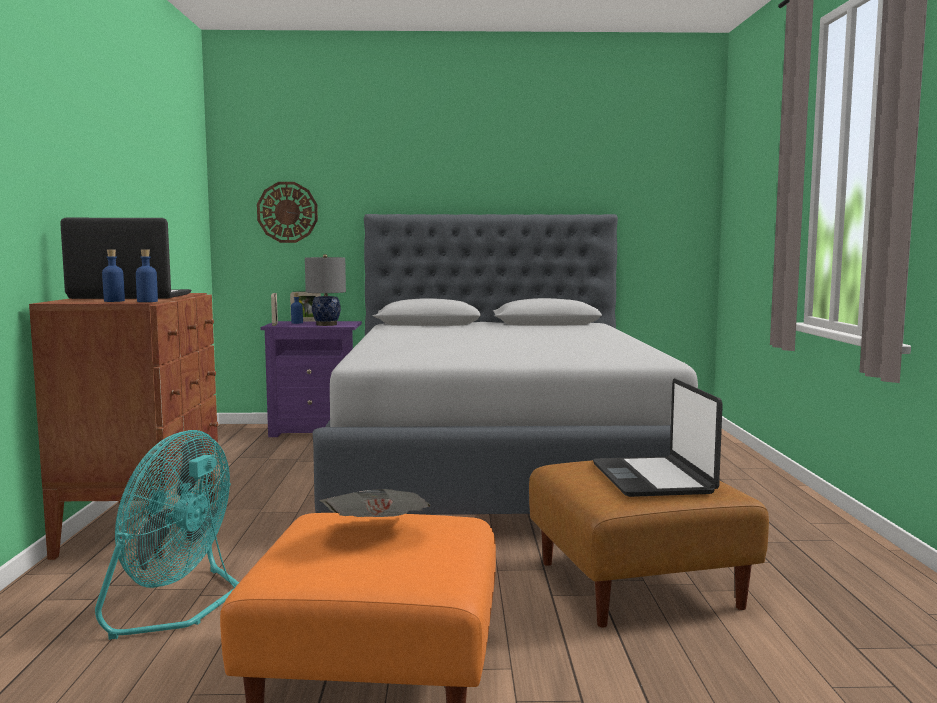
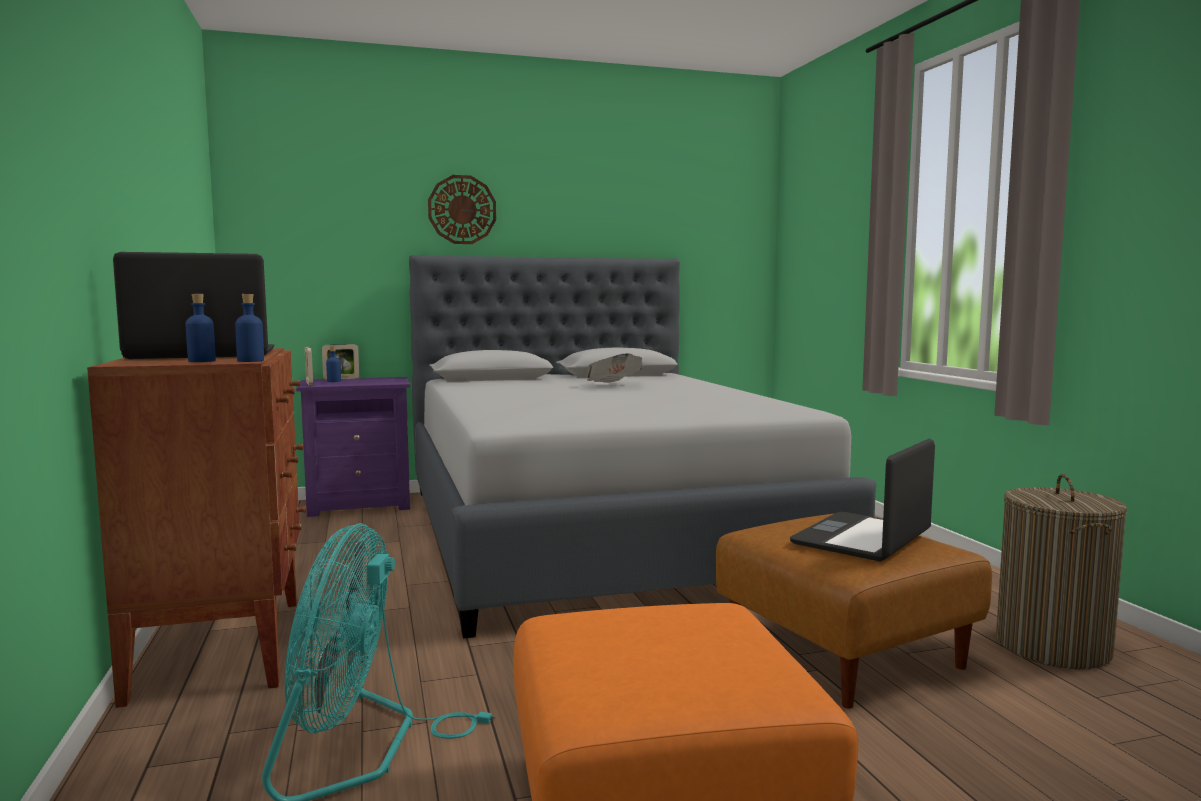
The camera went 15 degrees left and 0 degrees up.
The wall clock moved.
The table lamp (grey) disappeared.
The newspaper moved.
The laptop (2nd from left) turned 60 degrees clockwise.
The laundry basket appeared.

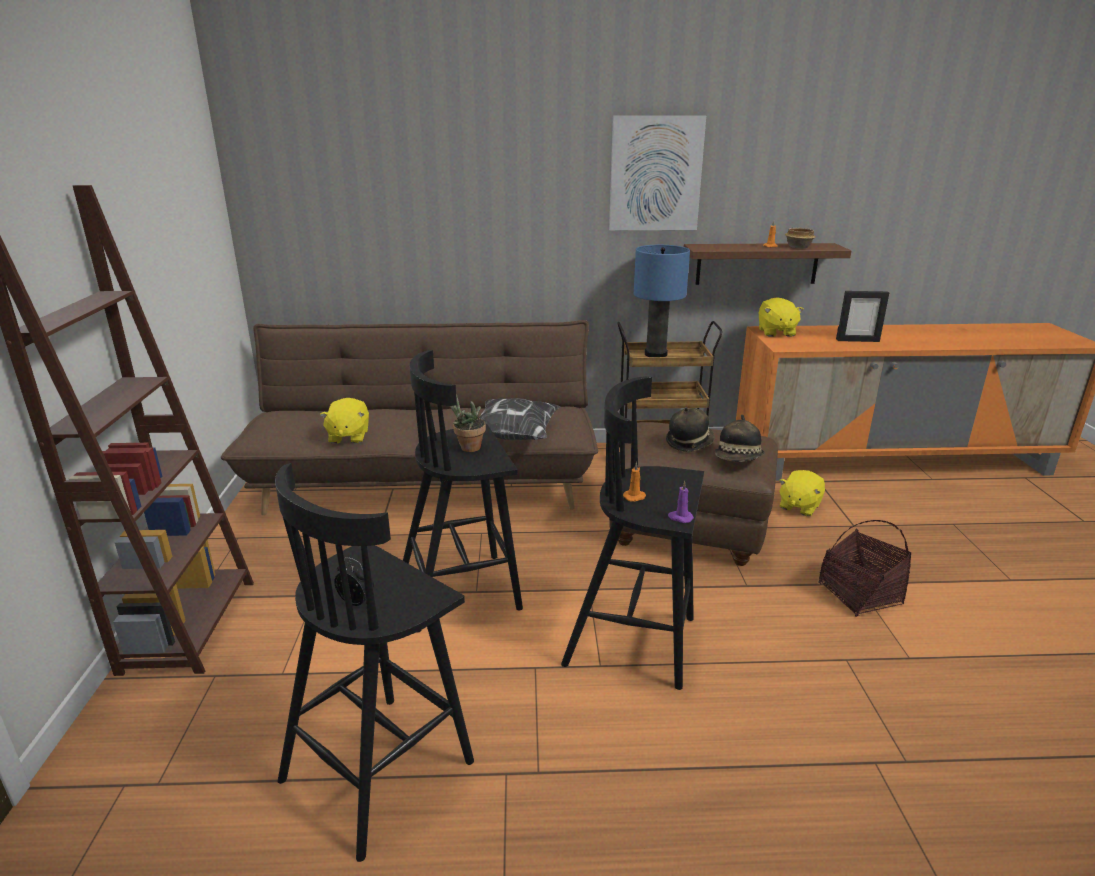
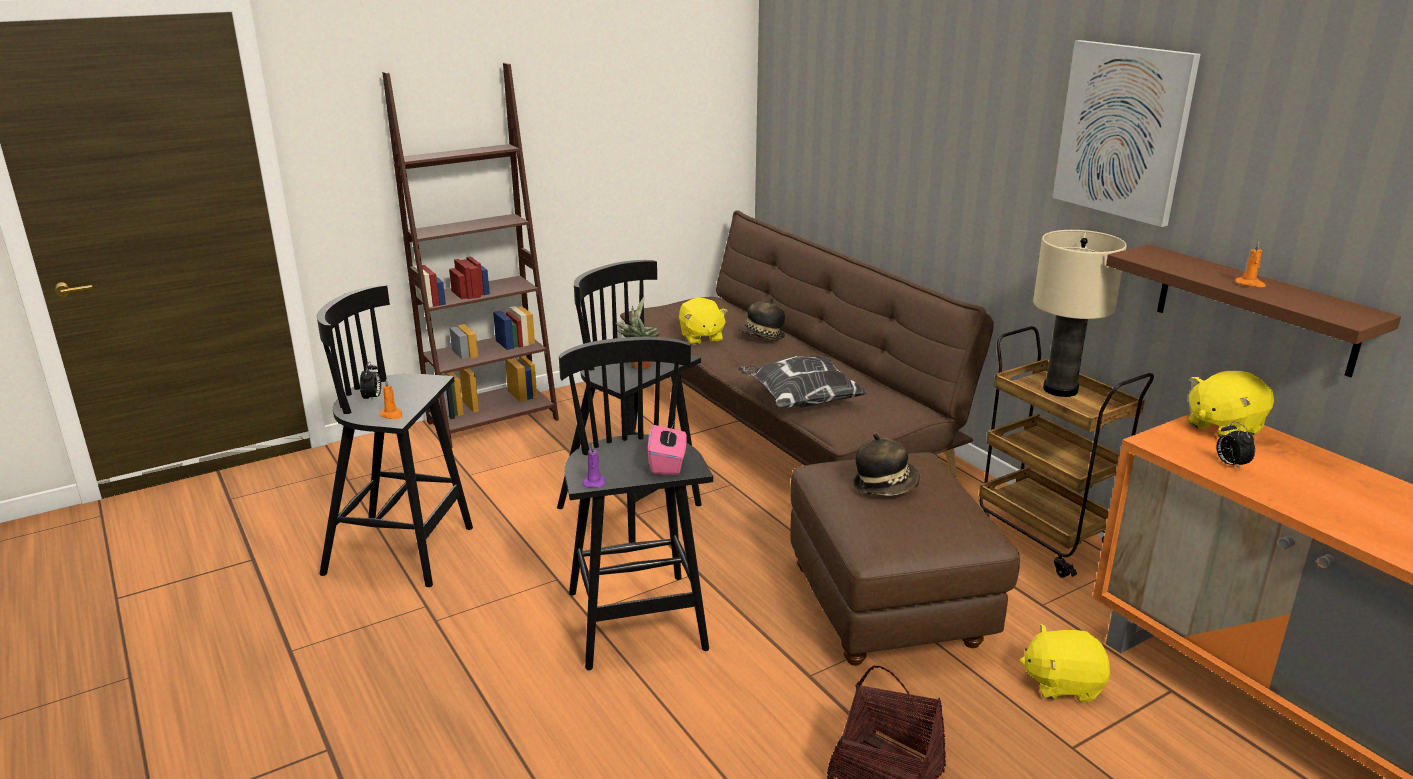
The camera went 60 degrees right and 0 degrees up.
The plush toy (yellow) (1st from left) turned 75 degrees counterclockwise.
The candle (orange) (1st from left) moved.
The table lamp (blue) became the table lamp (beige).
The hat (2nd from left in the first image) moved.
The bowl disappeared.
The picture frame disappeared.
The tissue box (pink) appeared.
The alarm clock (2nd from left) appeared.

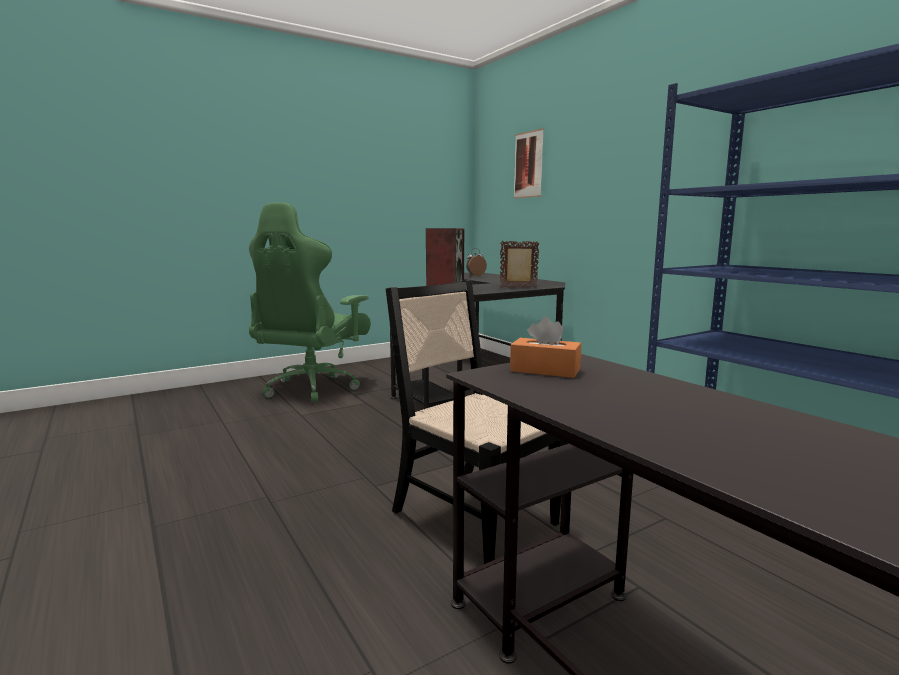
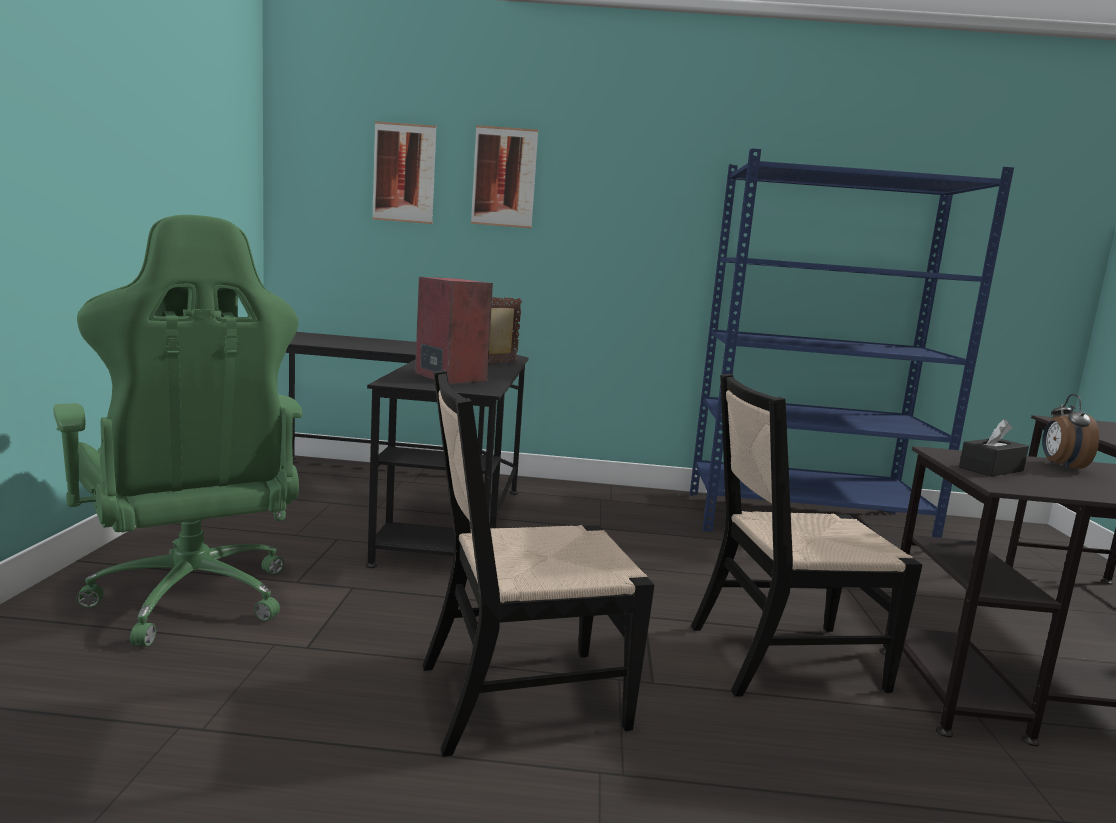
The camera went 55 degrees left and 0 degrees up.
The alarm clock moved.
The tissue box (orange) became the tissue box (black).
The chair (1st from left) appeared.
The picture (2nd from left) appeared.

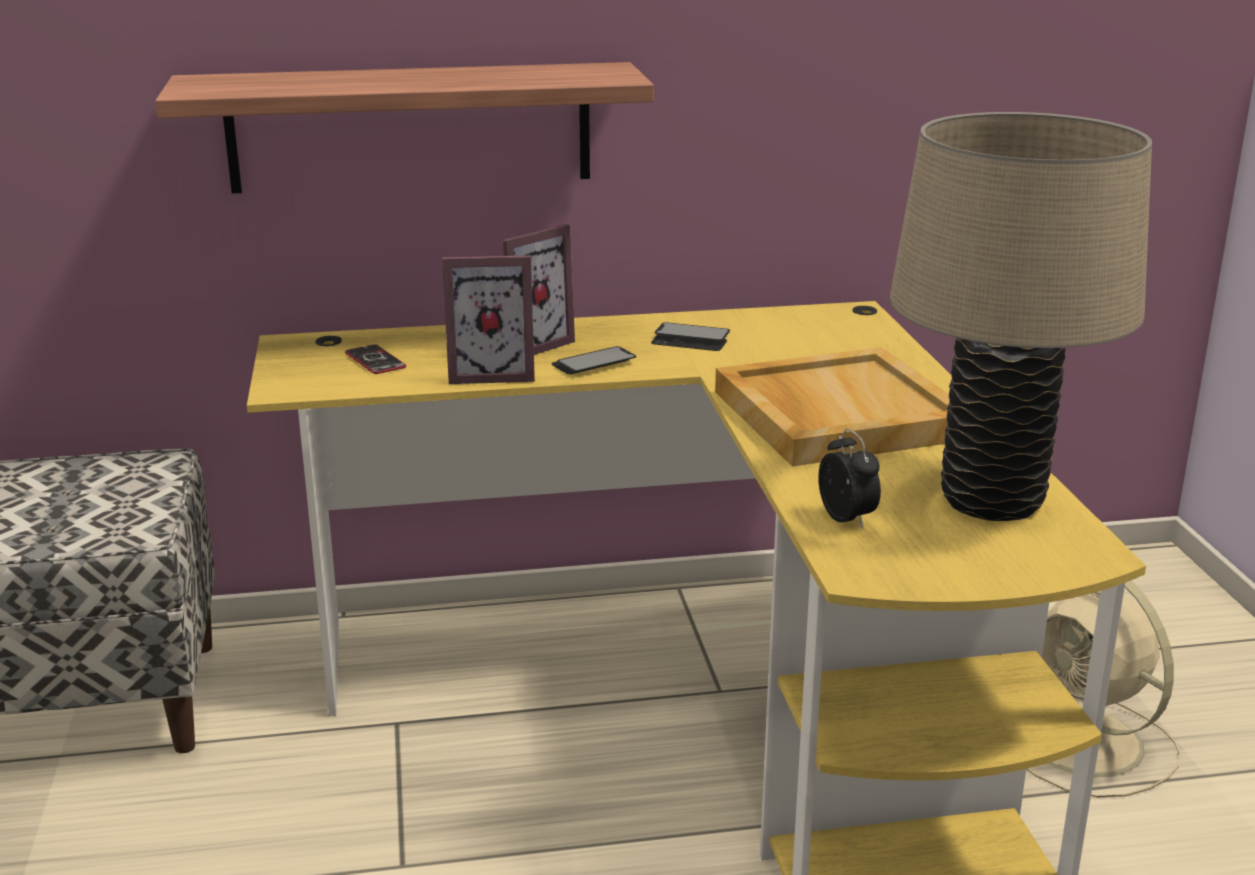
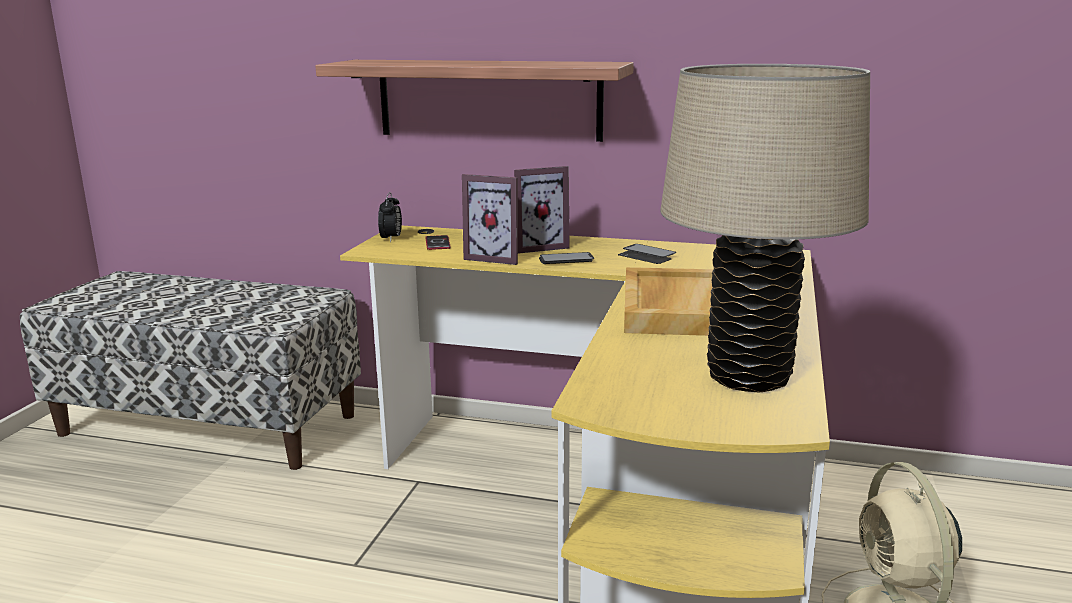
The camera went 25 degrees right and 5 degrees down.
The alarm clock moved.

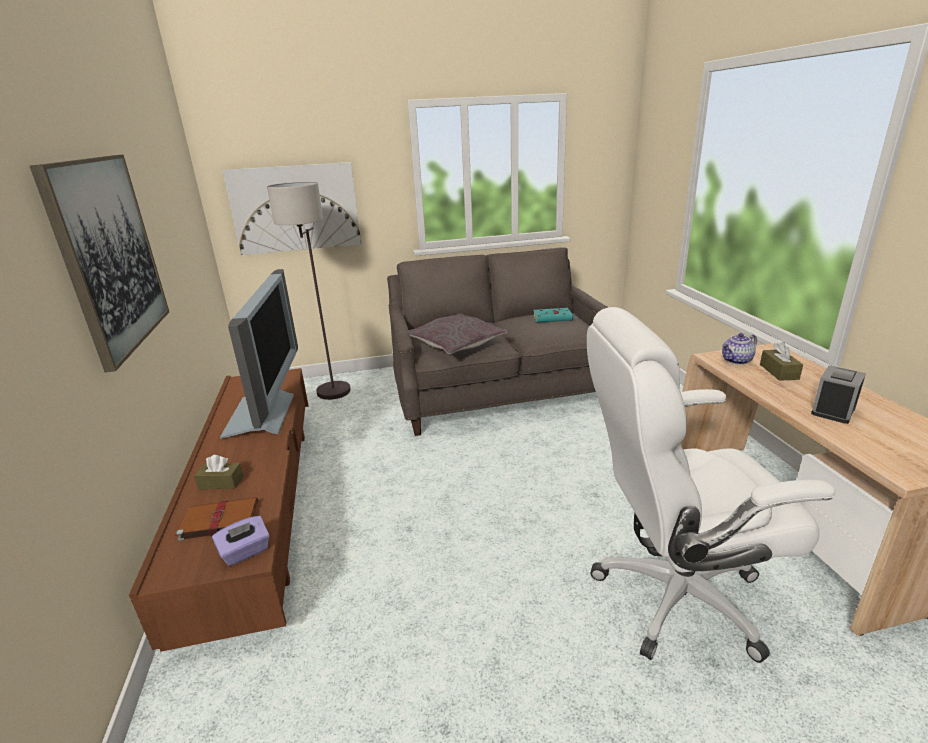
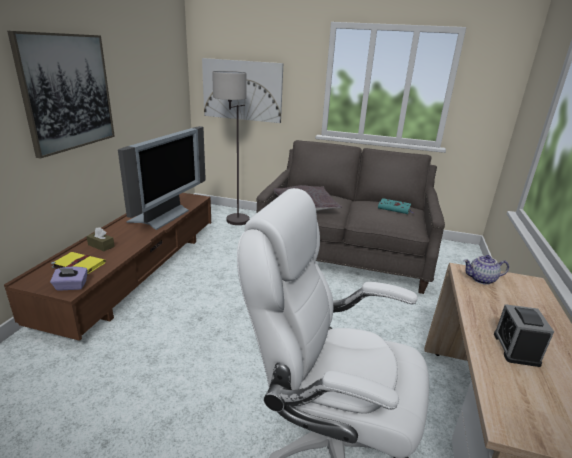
The camera went 25 degrees right and 0 degrees up.
The book (brown) became the book (yellow).
The tissue box (brown) (2nd from left) disappeared.
The alarm clock turned 60 degrees counterclockwise.

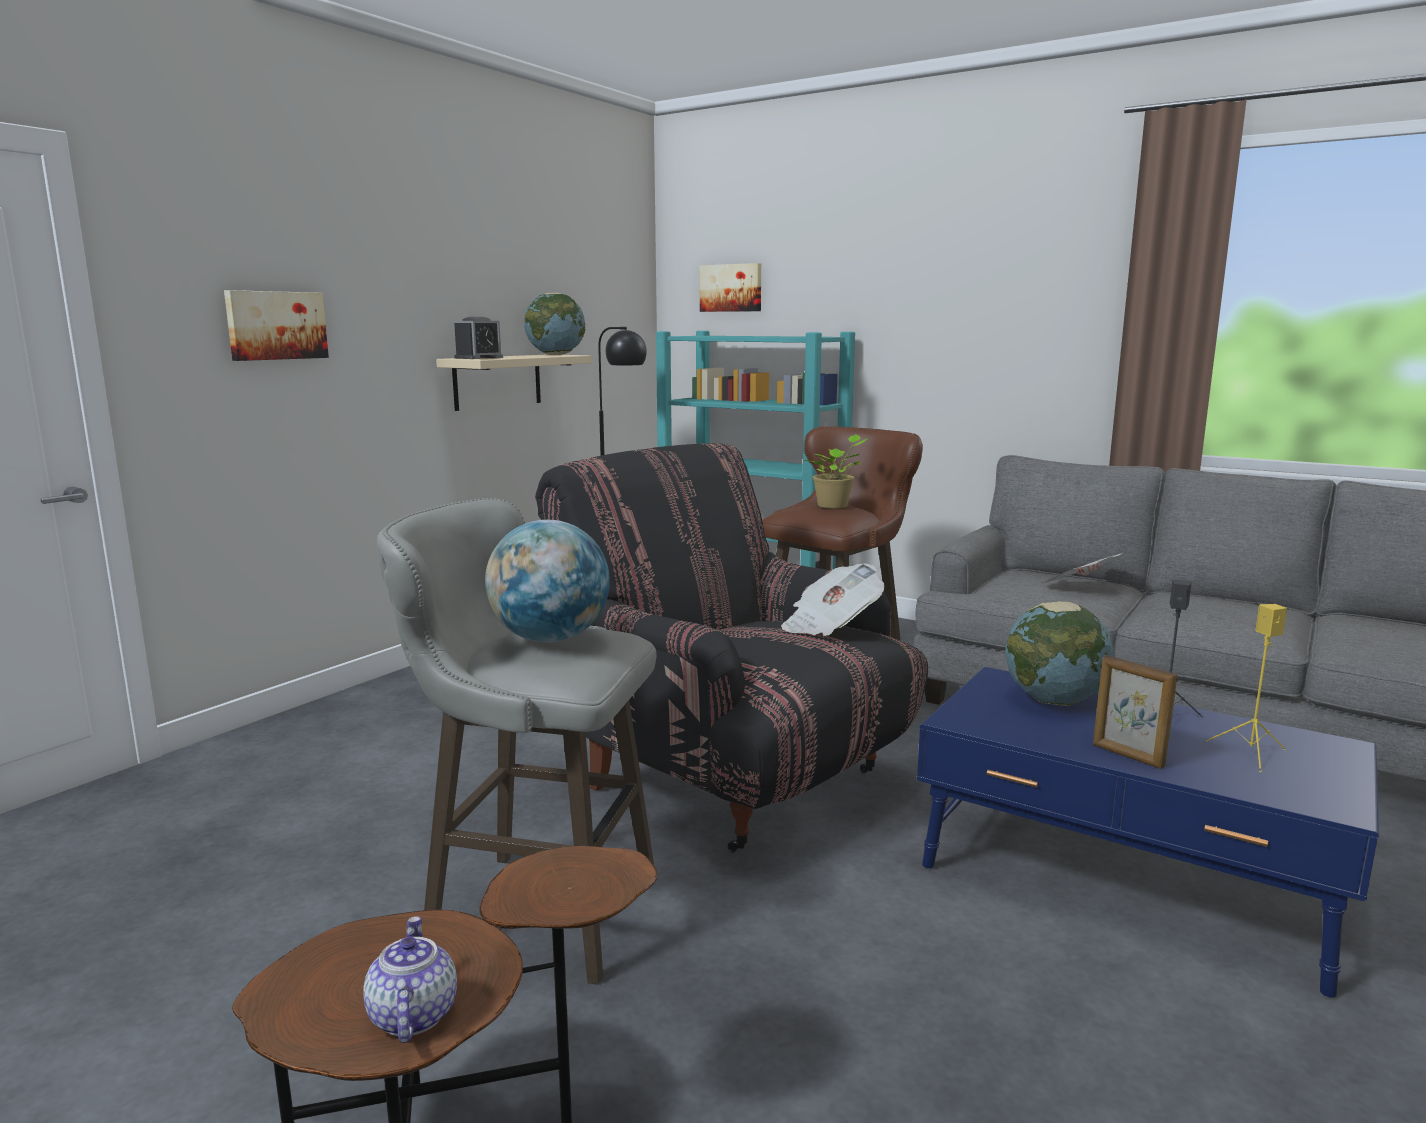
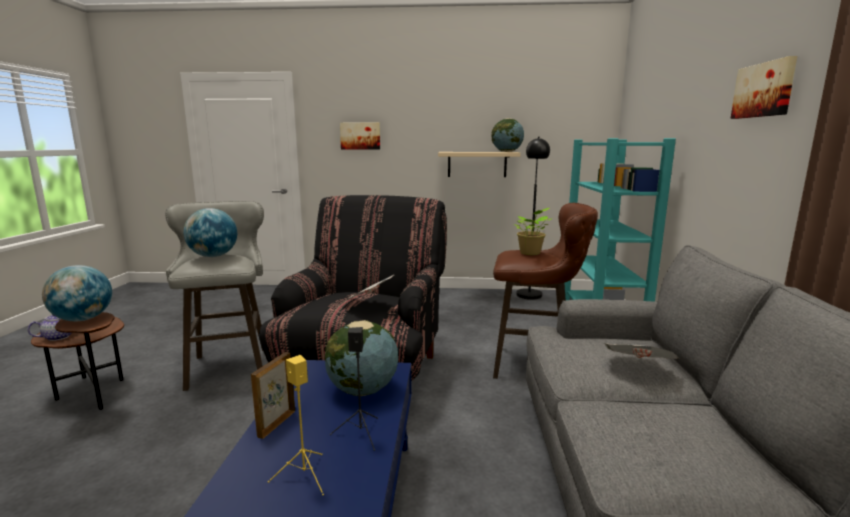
The camera went 60 degrees right and 0 degrees up.
The alarm clock disappeared.
The picture (2nd from left) moved.
The globe (1st from left) appeared.

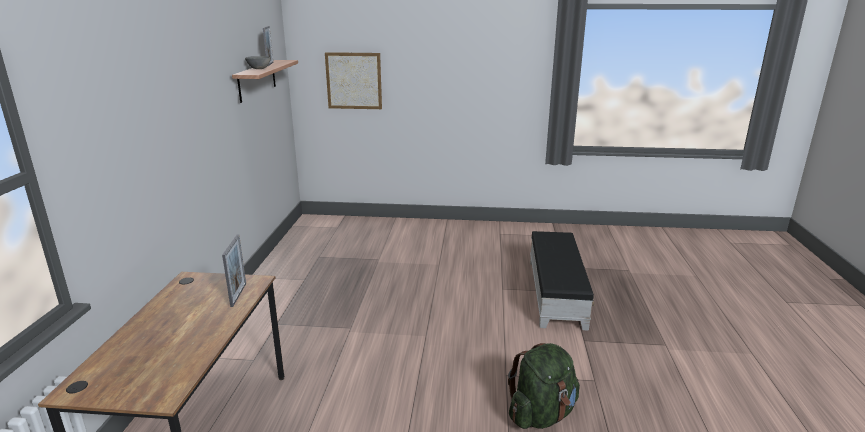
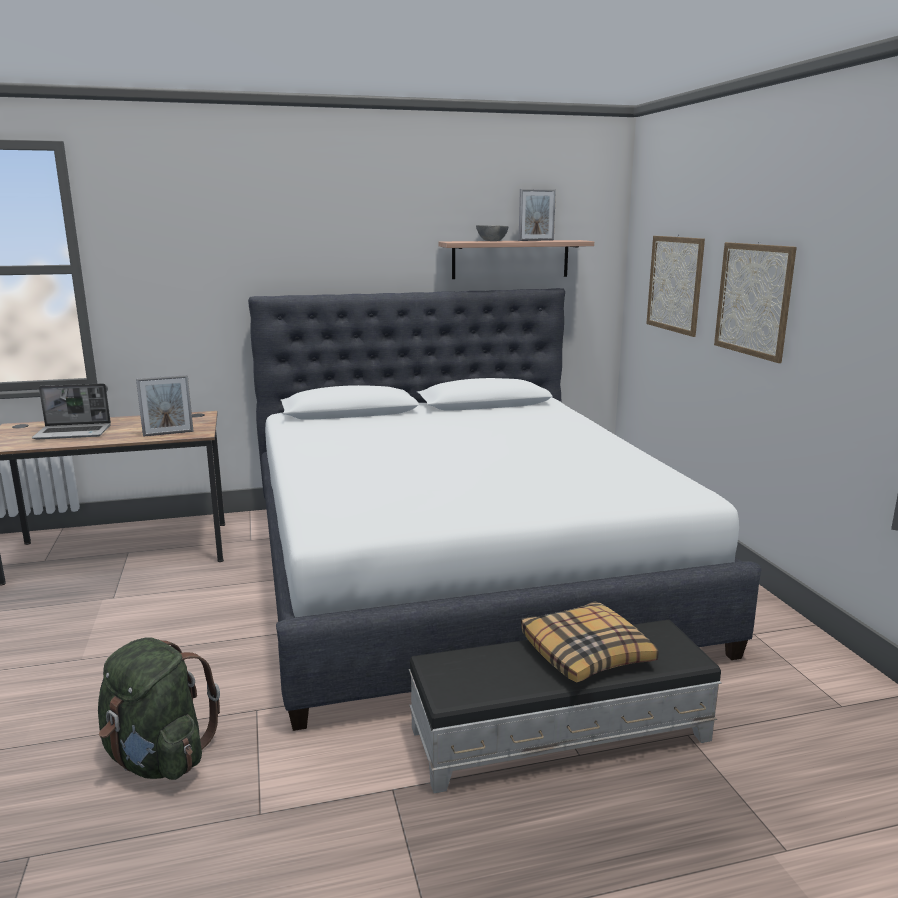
The camera went 70 degrees right and 5 degrees down.
The laptop appeared.
The bed (white) appeared.
The pillow appeared.
The picture (2nd from left) appeared.

